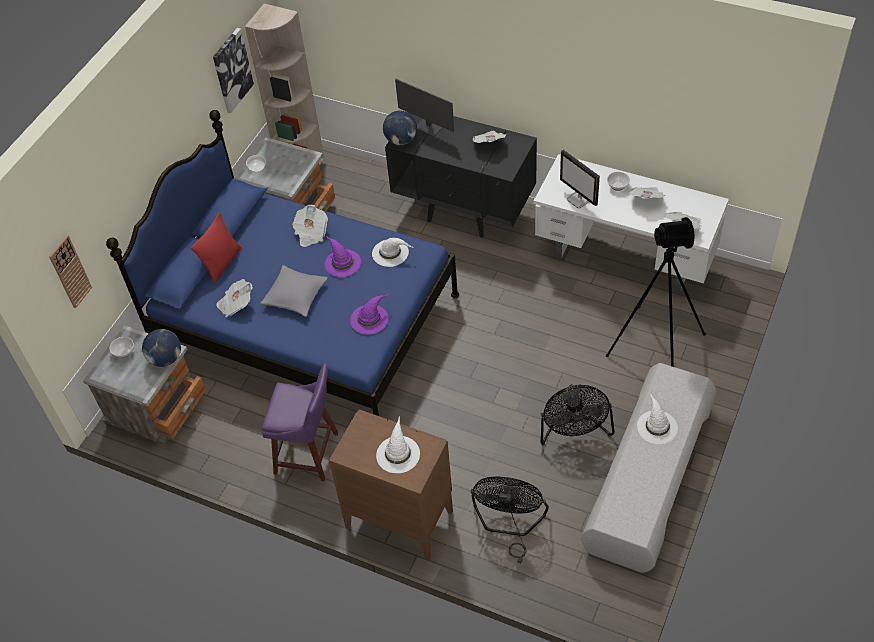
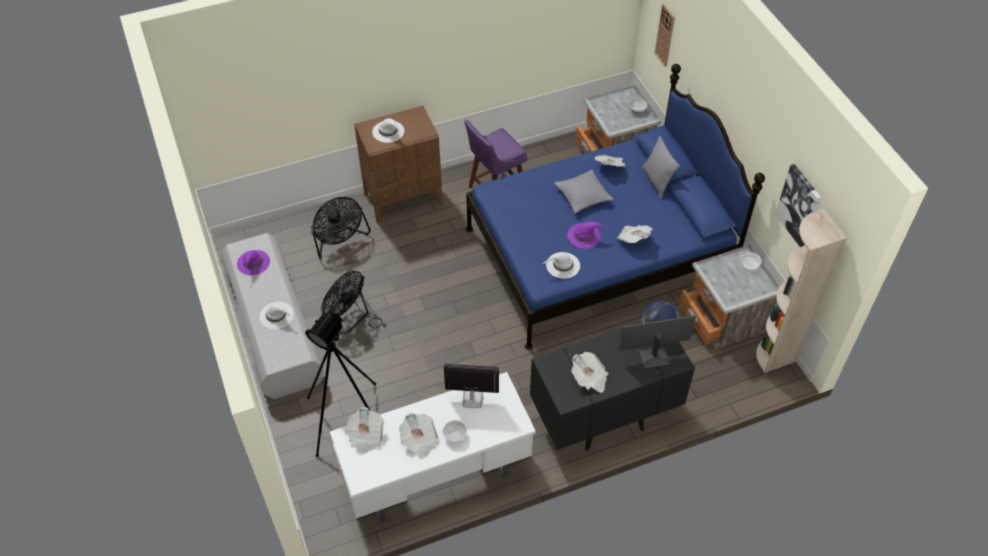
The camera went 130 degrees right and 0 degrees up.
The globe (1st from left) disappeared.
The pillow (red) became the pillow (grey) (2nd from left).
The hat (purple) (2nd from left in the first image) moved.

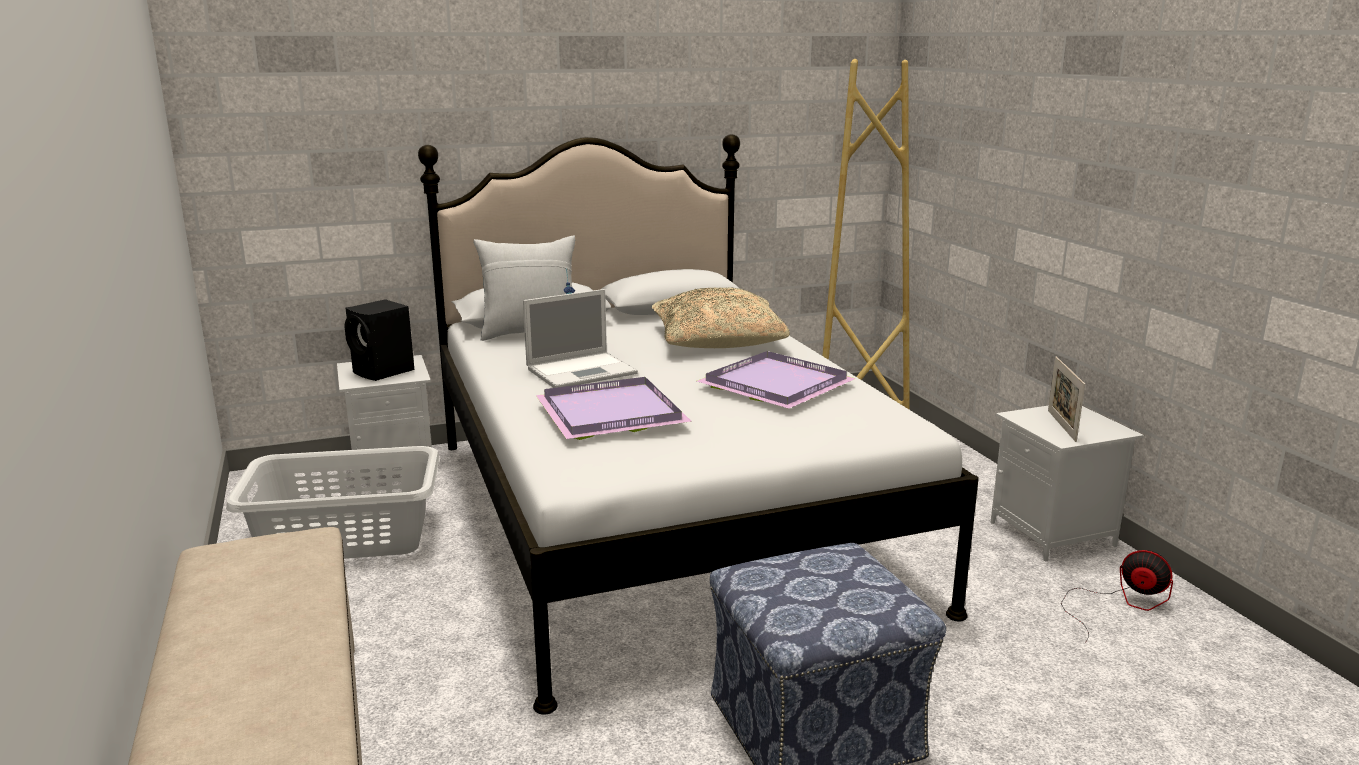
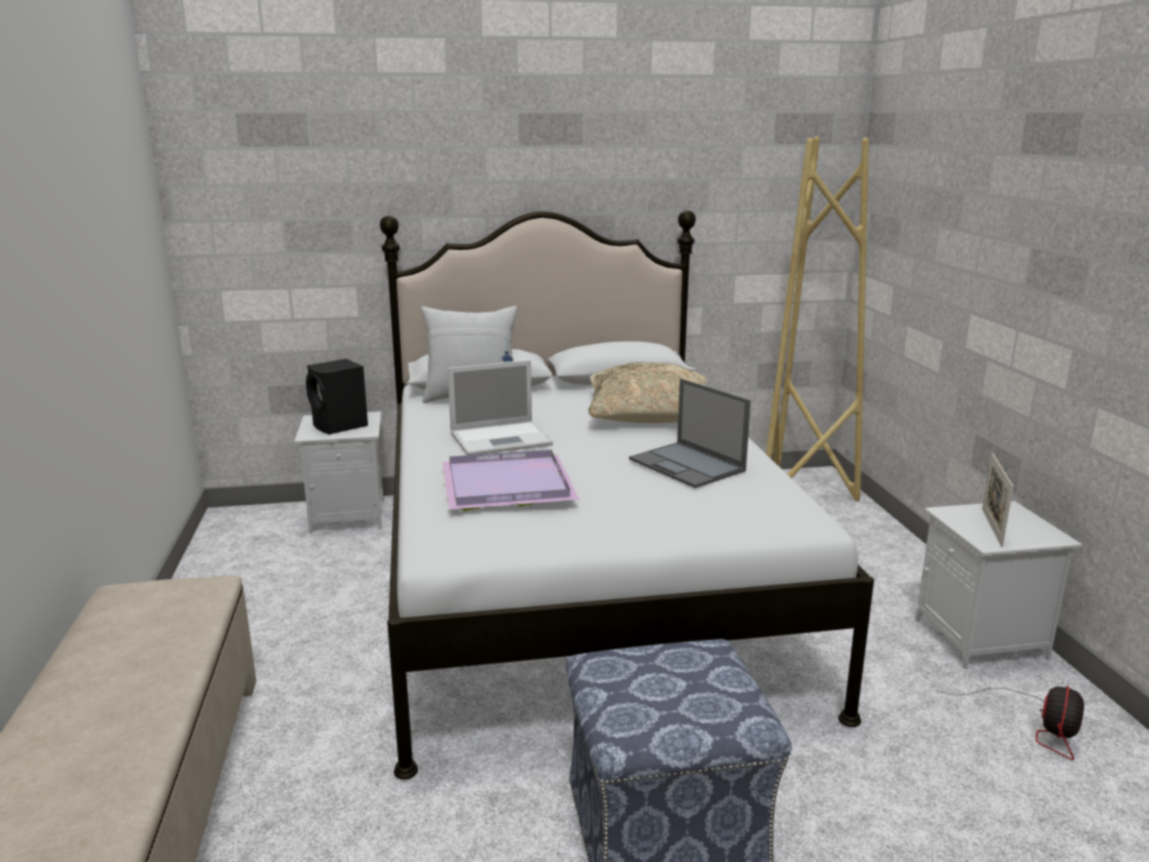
The camera went 10 degrees right and 0 degrees up.
The laundry basket (grey) disappeared.
The tray (purple) (2nd from left) was replaced by the laptop (2nd from left).
The fan turned 75 degrees clockwise.

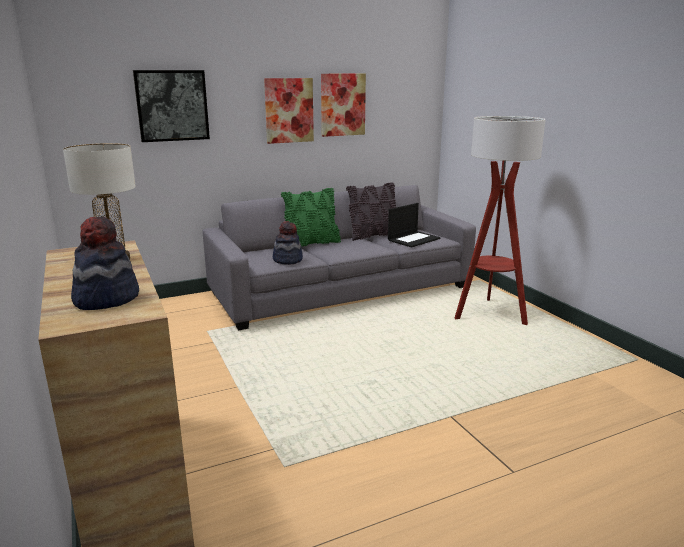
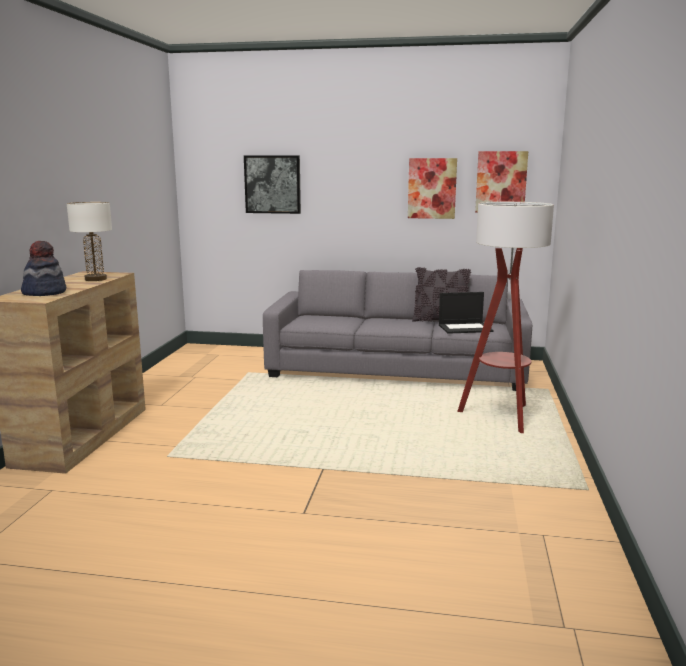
The camera went 35 degrees right and 5 degrees down.
The picture (2nd from left in the first image) moved.
The hat (2nd from left) disappeared.
The pillow (green) disappeared.

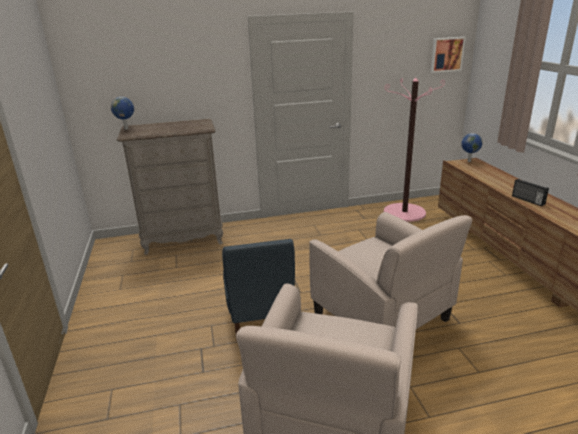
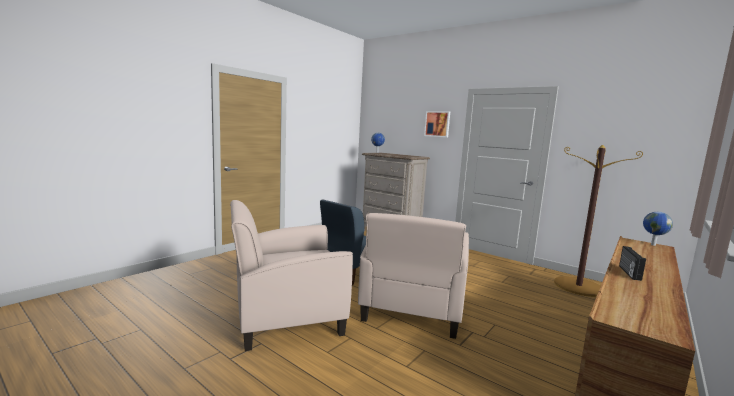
The camera went 50 degrees right and 15 degrees down.
The clothes rack (pink) became the clothes rack (brown).
The picture moved.

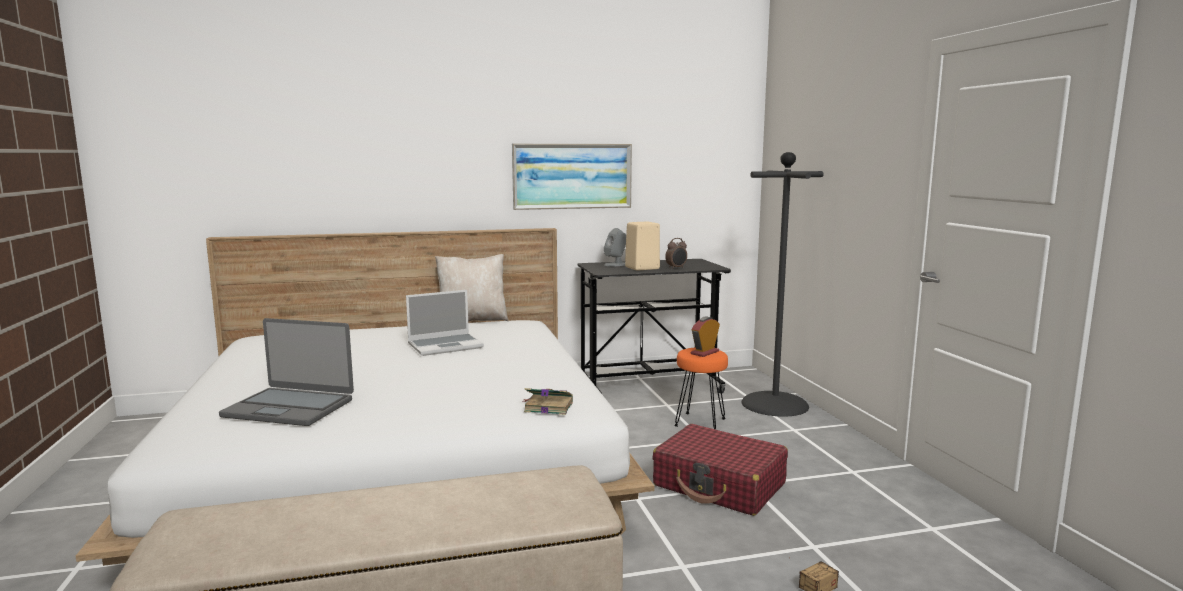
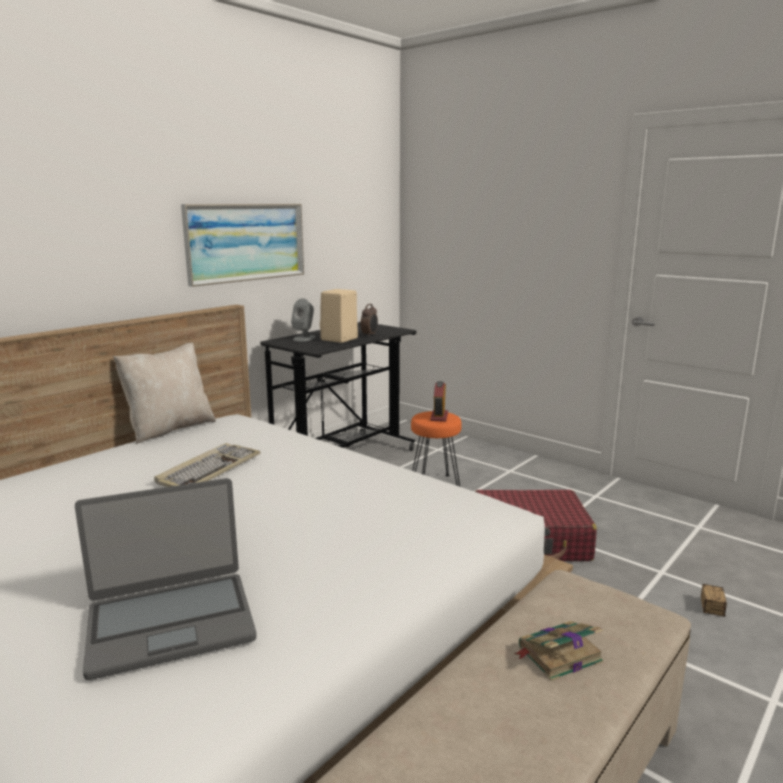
The camera went 35 degrees left and 5 degrees up.
The laptop (2nd from left) was replaced by the keyboard.
The book moved.
The clothes rack (black) disappeared.

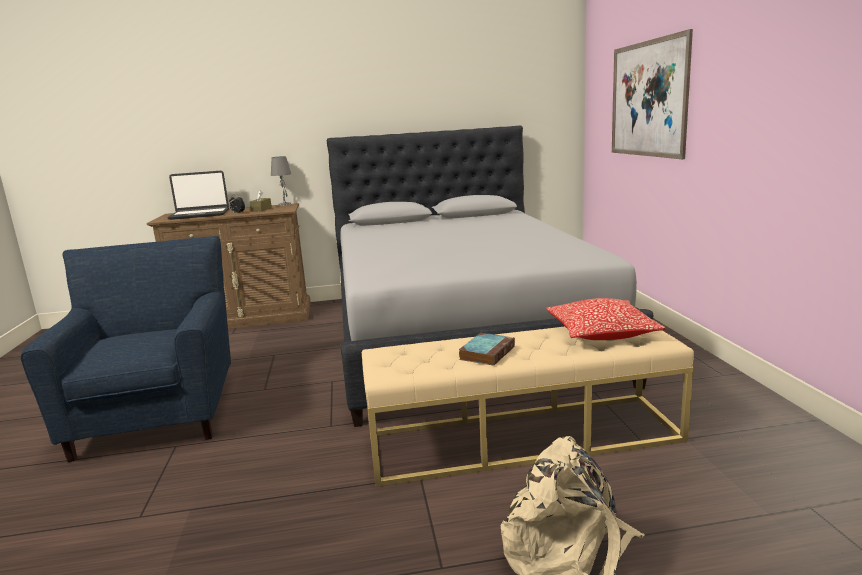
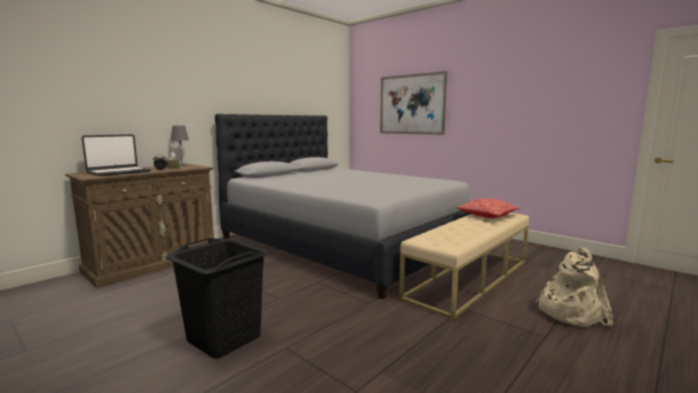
The camera went 40 degrees left and 5 degrees down.
The armchair (blue) was replaced by the laundry basket (black).
The book disappeared.

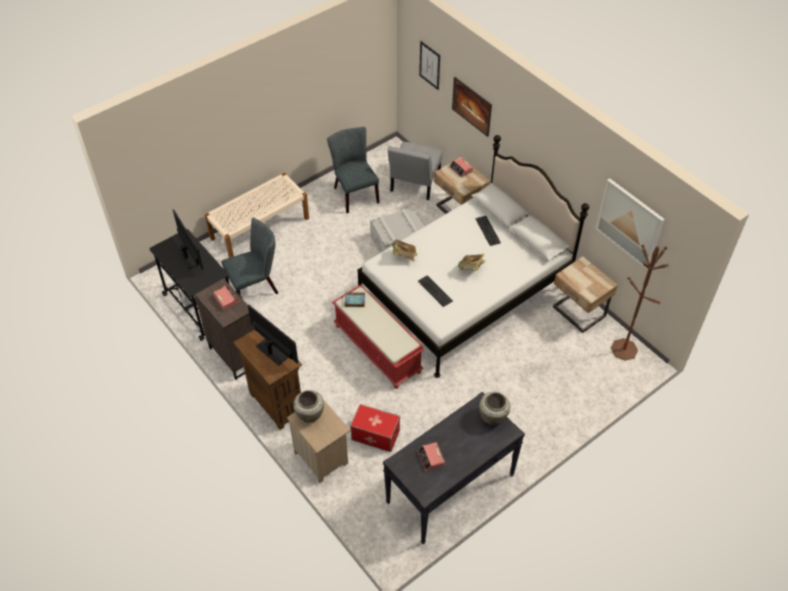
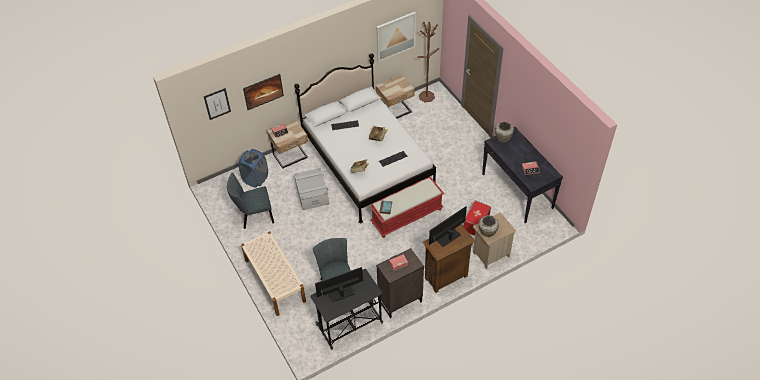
The camera went 80 degrees left and 0 degrees up.
The chair (grey) (3rd from left) was replaced by the laundry basket (blue).

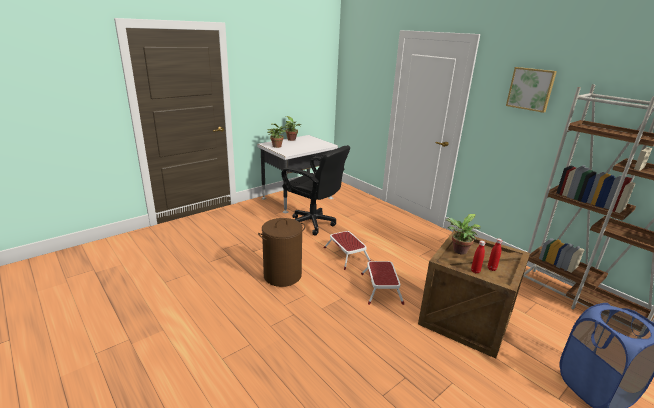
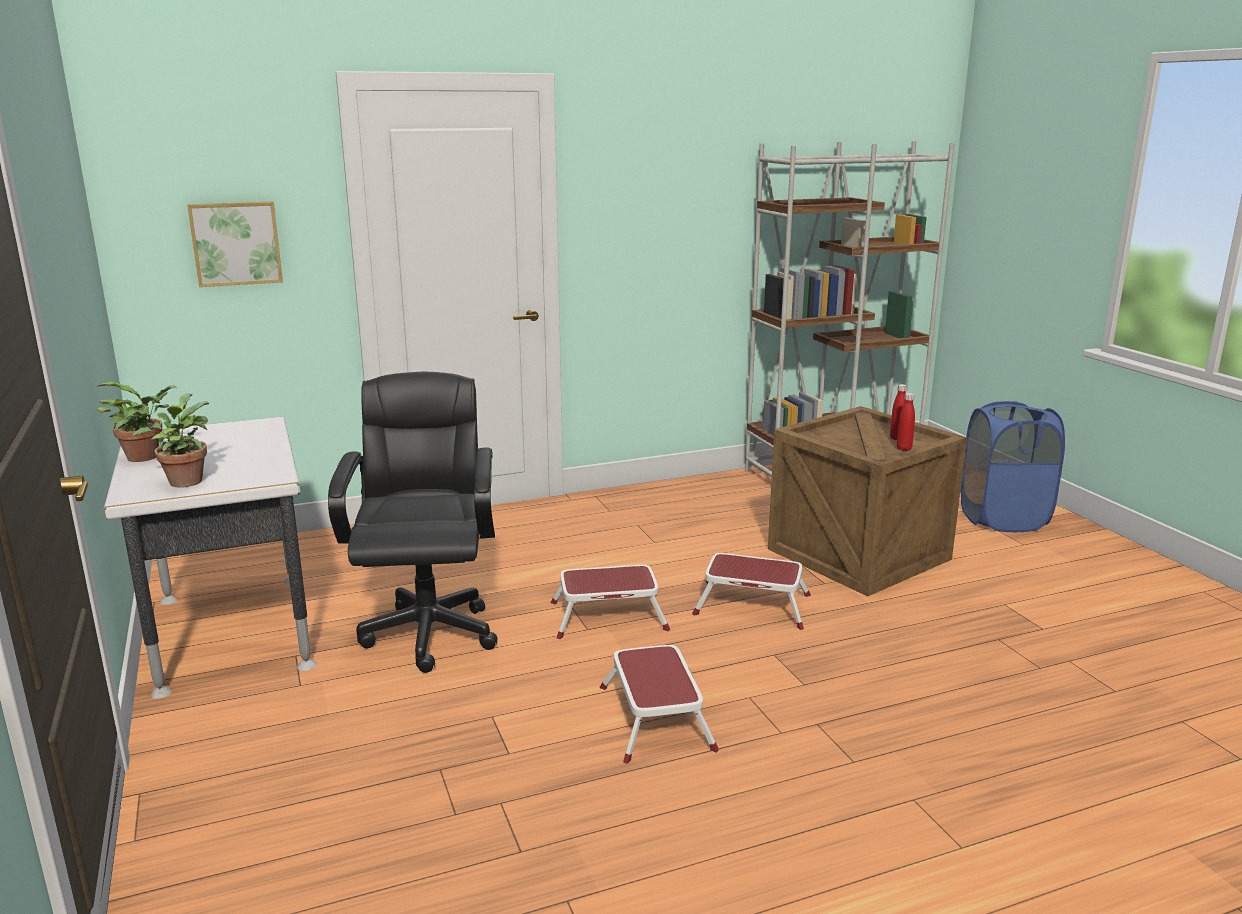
The camera went 70 degrees left and 5 degrees down.
The laundry basket (brown) was replaced by the step ladder (red) (2nd from left).
The office chair (black) turned 60 degrees counterclockwise.
The potted plant (3rd from left) disappeared.
The picture moved.

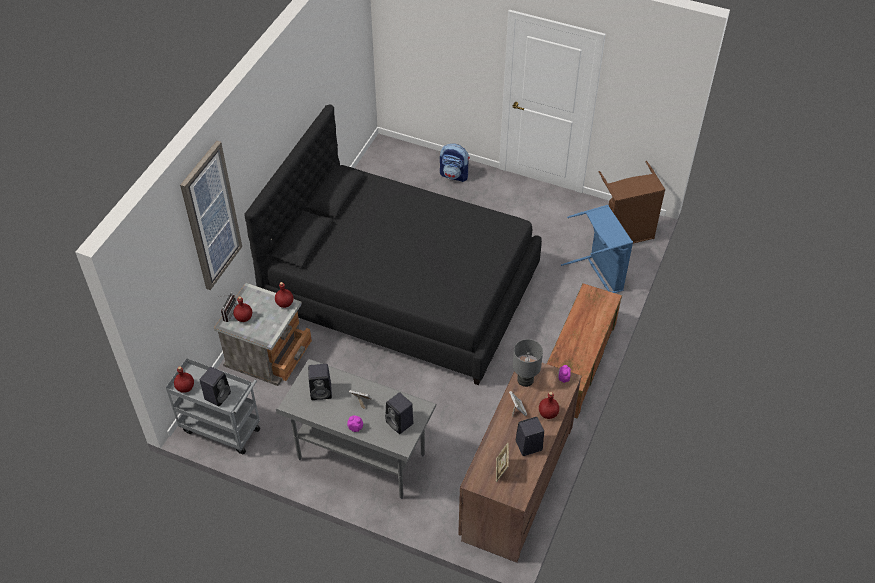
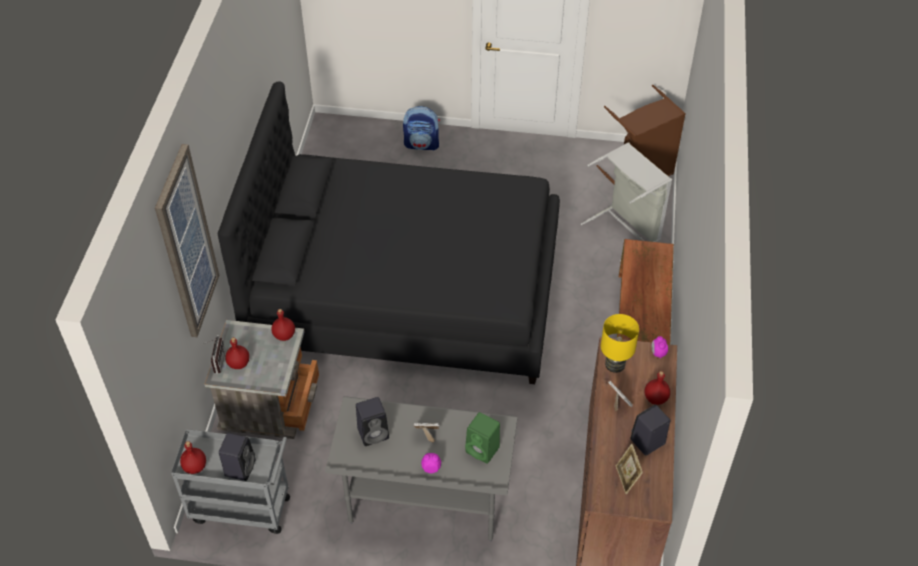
The camera went 15 degrees left and 0 degrees up.
The speaker (black) (3rd from left) became the speaker (green).
The table lamp (grey) became the table lamp (yellow).
The laundry basket (blue) became the laundry basket (grey).

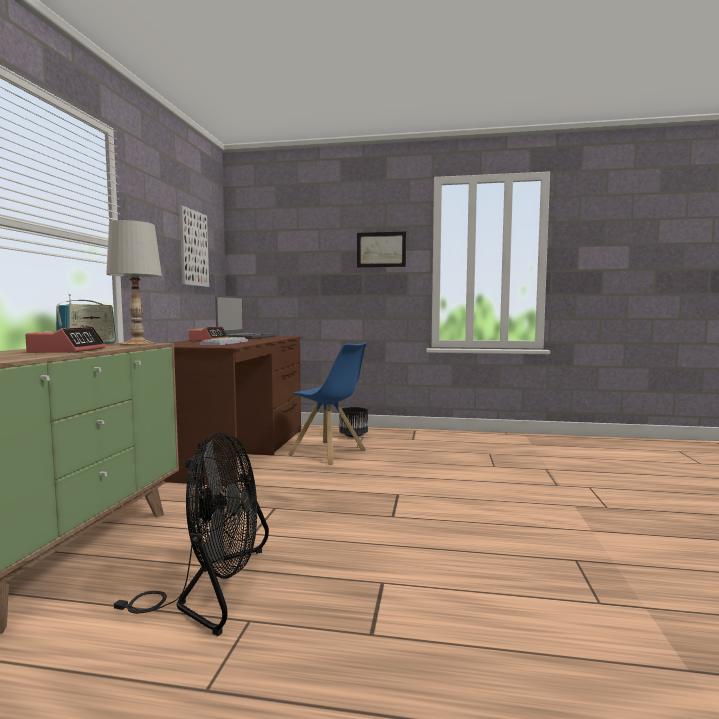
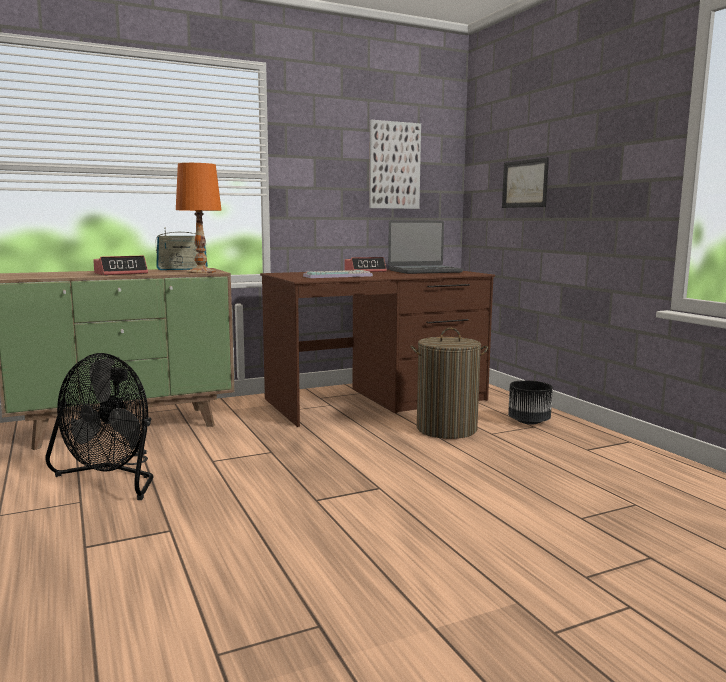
The camera went 55 degrees right and 5 degrees up.
The table lamp (white) became the table lamp (orange).
The fan (black) turned 60 degrees clockwise.
The chair (blue) was replaced by the laundry basket.
The picture (2nd from left) moved.

